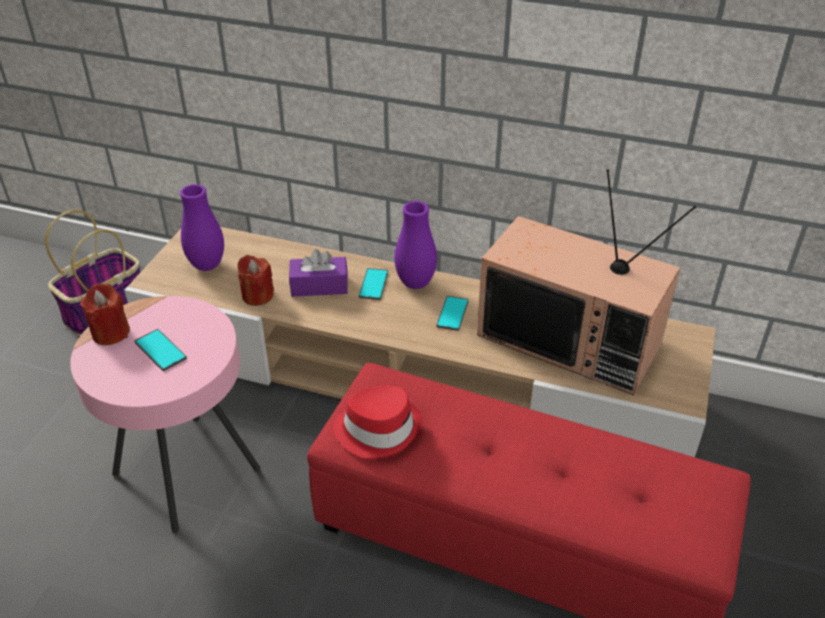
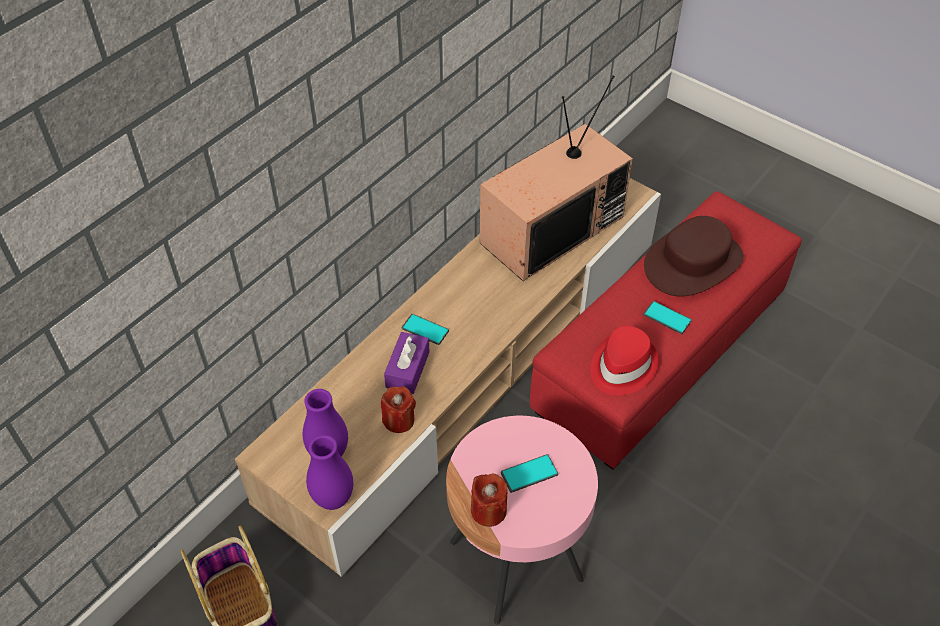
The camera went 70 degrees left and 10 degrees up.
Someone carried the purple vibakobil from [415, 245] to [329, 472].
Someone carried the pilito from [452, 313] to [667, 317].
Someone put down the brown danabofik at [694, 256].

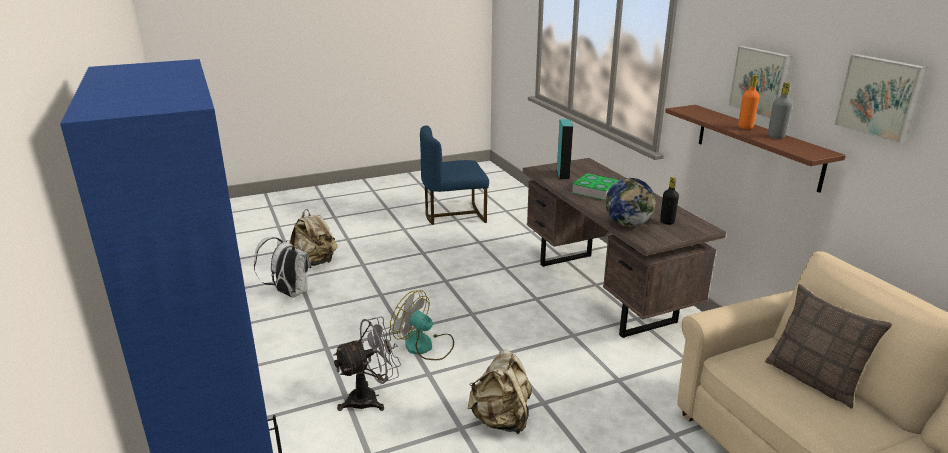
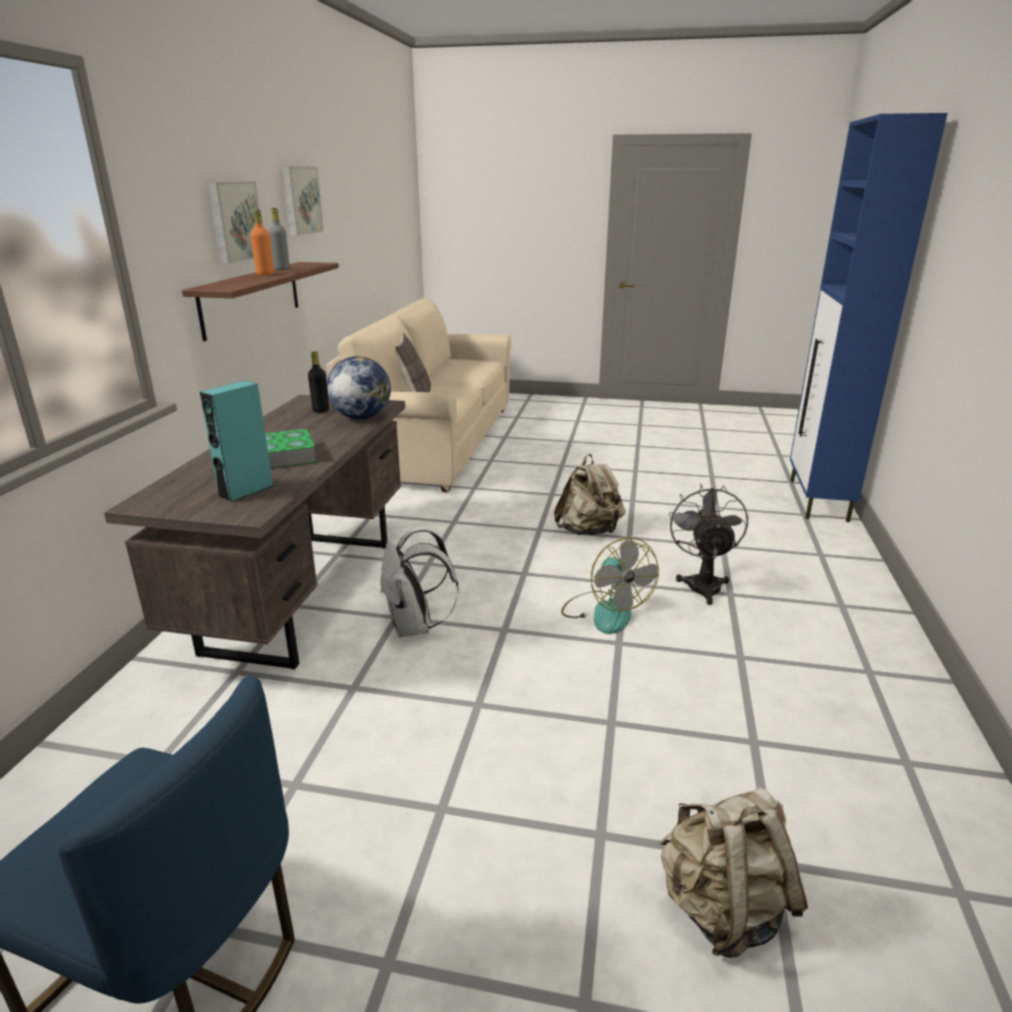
The camera went 145 degrees left and 0 degrees up.
Someone carried the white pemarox from [282, 267] to [419, 582].
Someone rotated the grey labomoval at [367, 363] by 90 degrees clockwise.

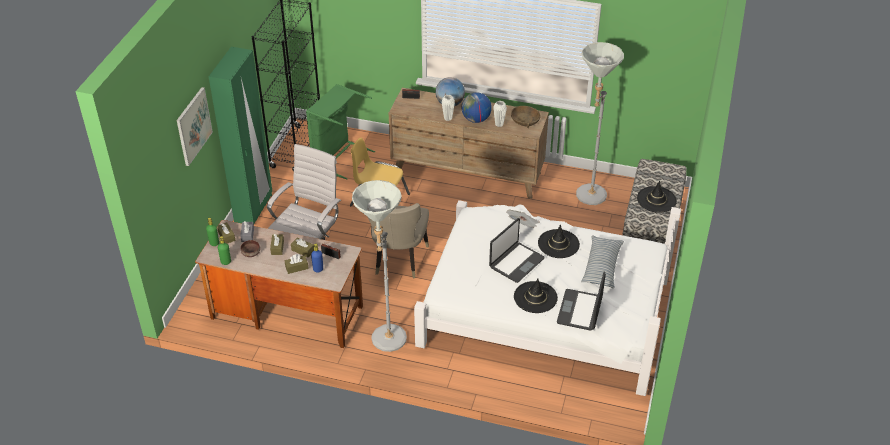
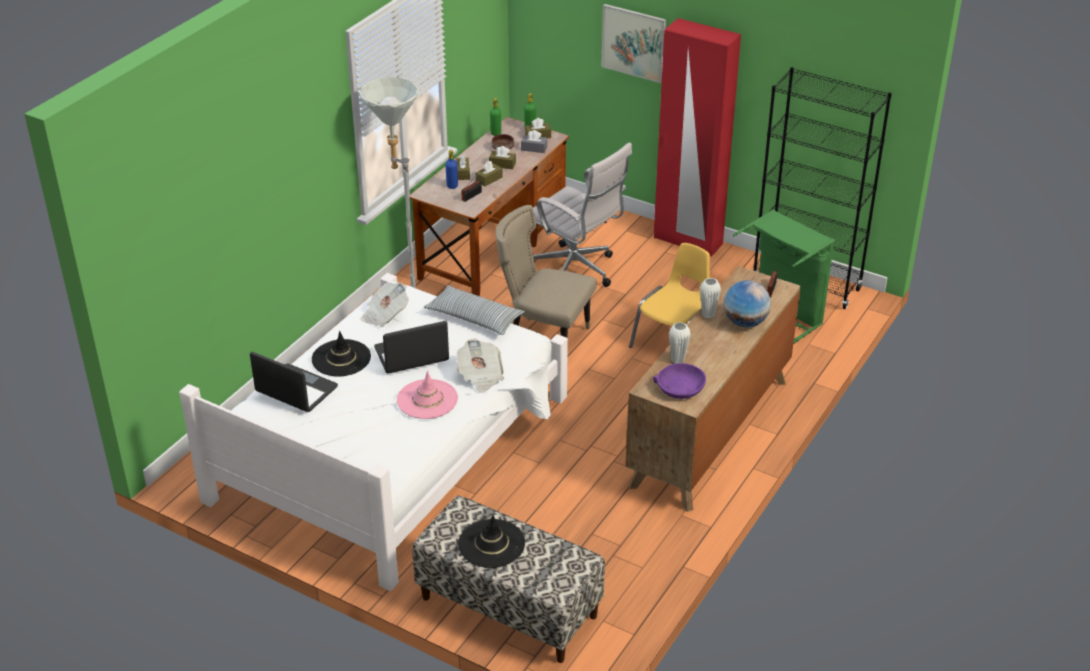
The camera went 105 degrees right and 5 degrees down.
Someone took away the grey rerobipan at [600, 123].
Someone repainted the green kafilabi at [240, 135], which became the red kafilabi at [697, 137].
Someone took away the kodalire at [477, 107].
Someone repainted the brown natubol at [526, 117], which became the purple natubol at [679, 381].
Someone rotated the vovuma at [517, 250] by 105 degrees clockwise.
Someone repainted the black danabofik at [559, 241], which became the pink danabofik at [427, 395].
Someone carried the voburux from [602, 261] to [474, 310].
Someone put down the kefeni at [385, 305].

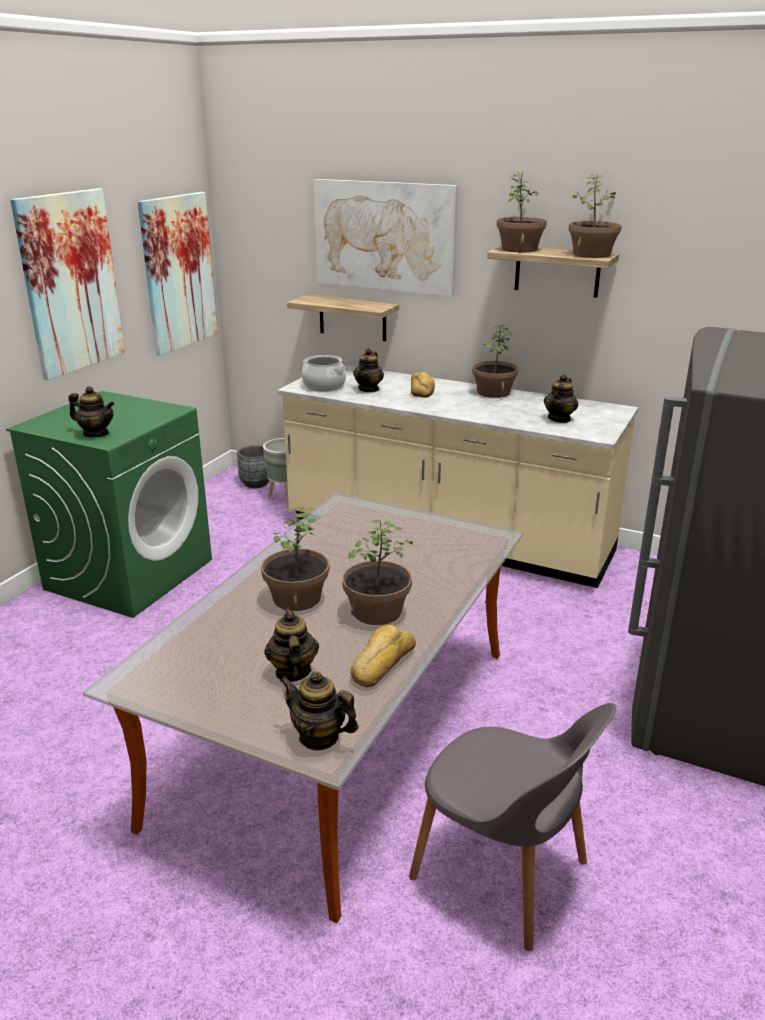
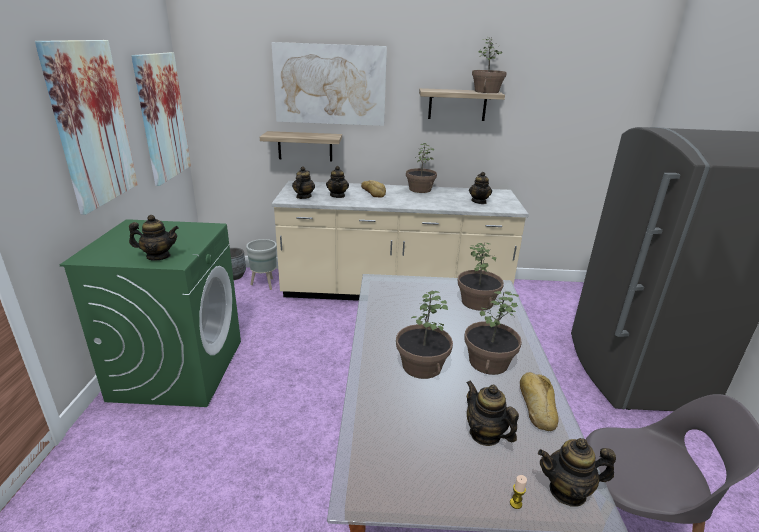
The camera went 25 degrees left and 0 degrees up.
Someone carried the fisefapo from [522, 212] to [481, 276].
Someone swapped the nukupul at [324, 373] for the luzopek at [303, 182].
Someone put down the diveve at [518, 492].

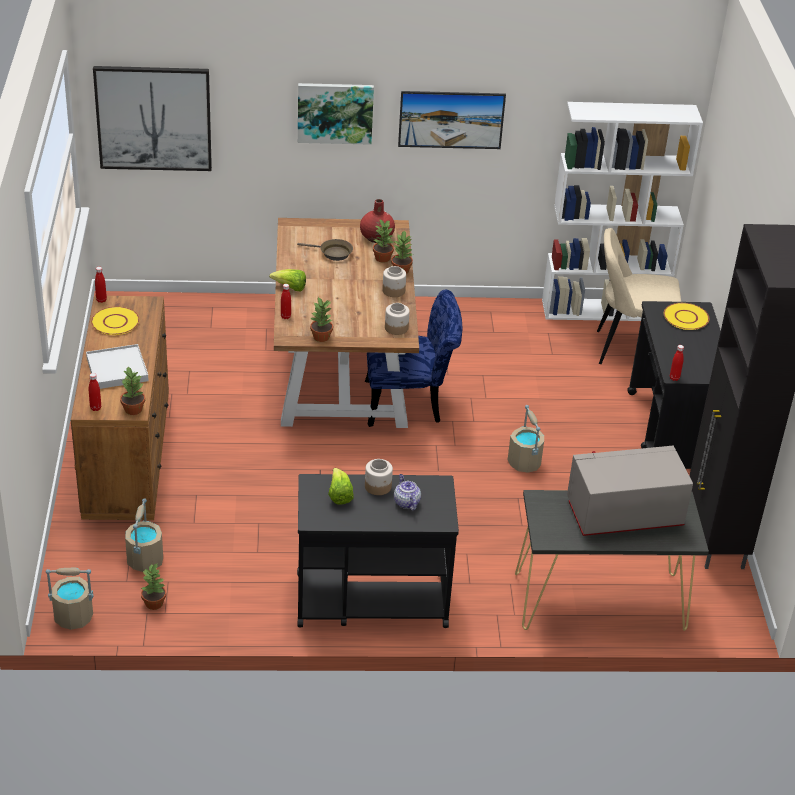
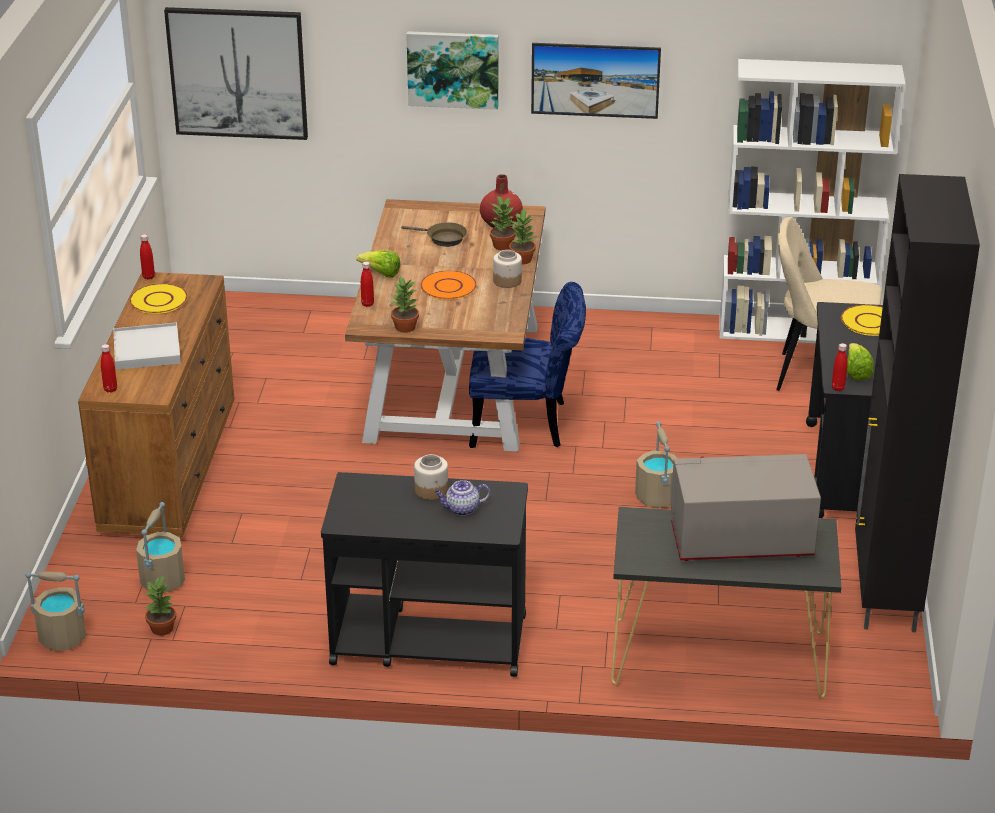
The camera went 10 degrees right and 5 degrees down.
Someone took away the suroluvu at [397, 319].
Someone took away the fisefapo at [132, 391].
Someone carried the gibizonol from [341, 486] to [860, 362].
Someone rotated the luzopek at [407, 492] by 90 degrees counterclockwise.
Someone put down the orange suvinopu at [449, 285].

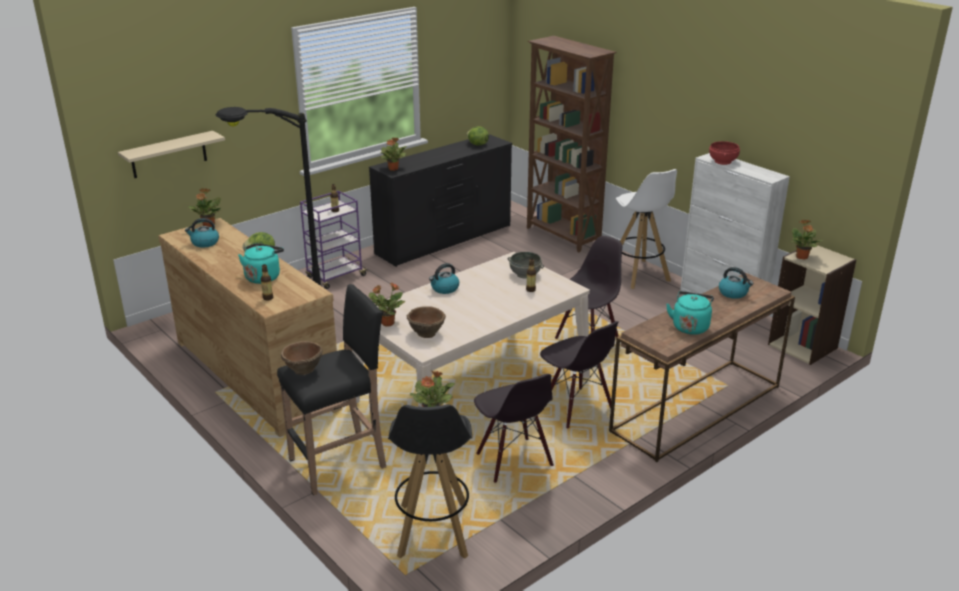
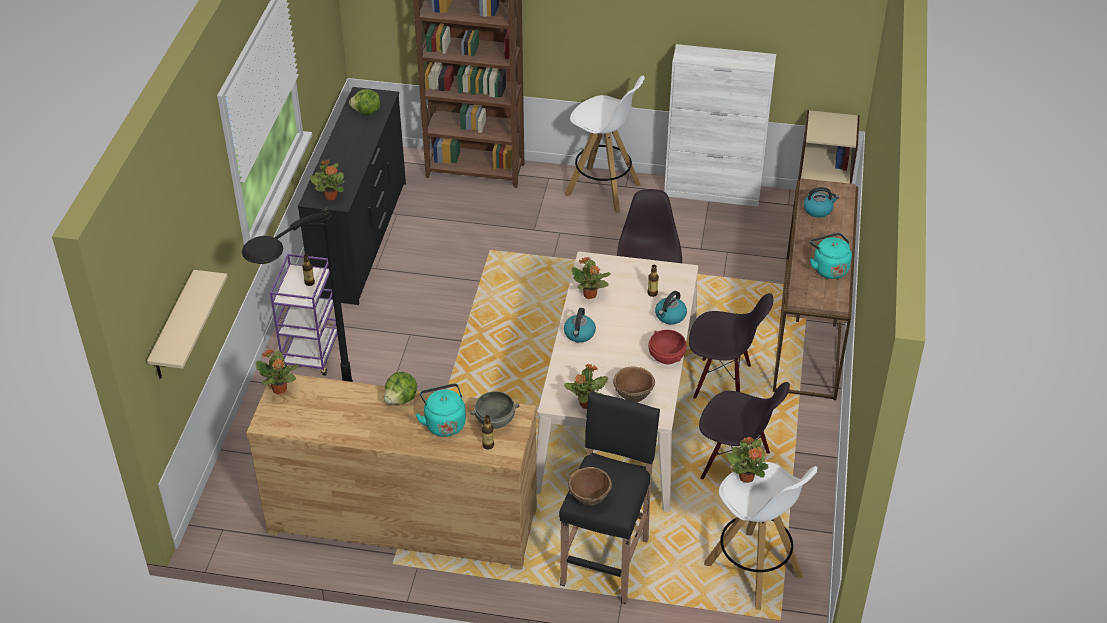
The camera went 40 degrees left and 15 degrees up.
Someone carried the red natubol from [724, 153] to [668, 347].
Someone carried the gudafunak from [202, 233] to [671, 307].
Someone carried the fisefapo from [806, 239] to [591, 278].
Someone carried the grey natubol from [526, 265] to [495, 410].
Someone repainted the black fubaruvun at [430, 481], which became the white fubaruvun at [760, 536].

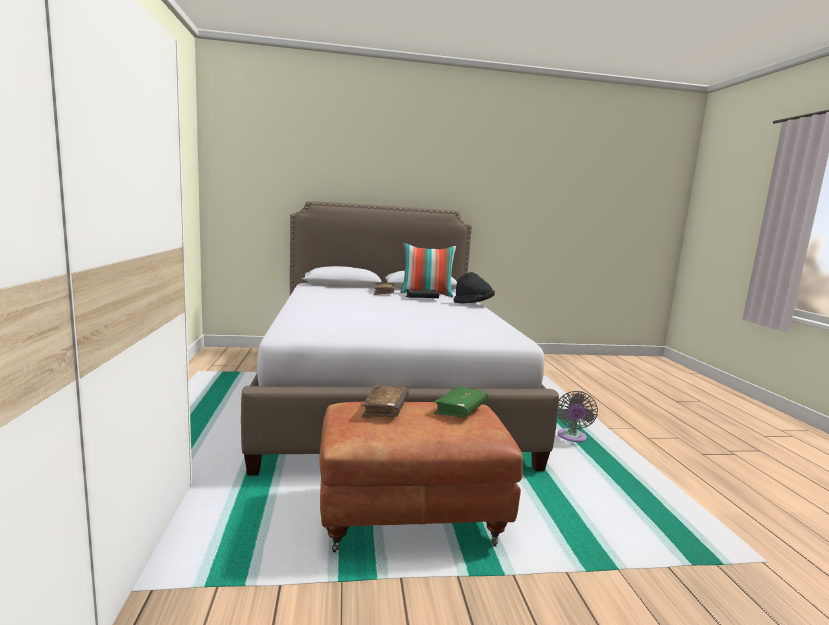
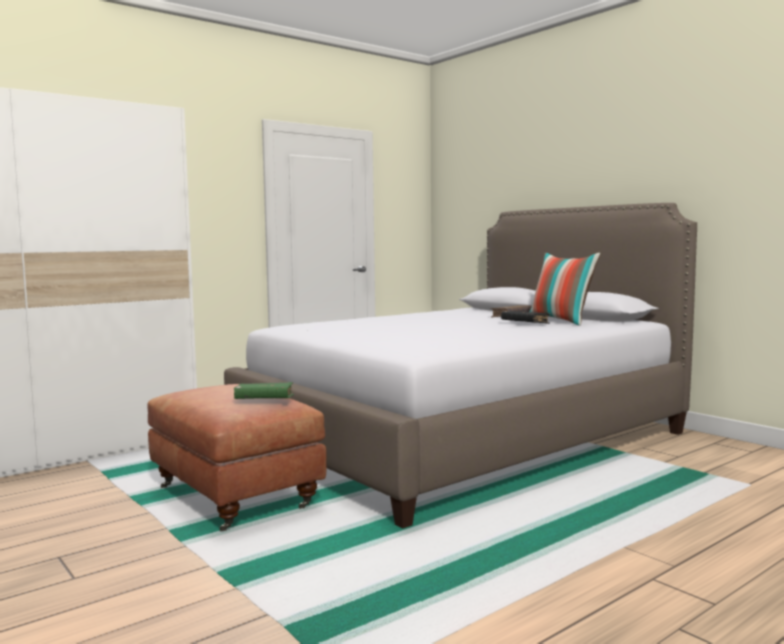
The camera went 60 degrees right and 5 degrees down.
Someone took away the black danabofik at [474, 287].
Someone took away the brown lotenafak at [385, 401].
Someone took away the grey labomoval at [577, 416].

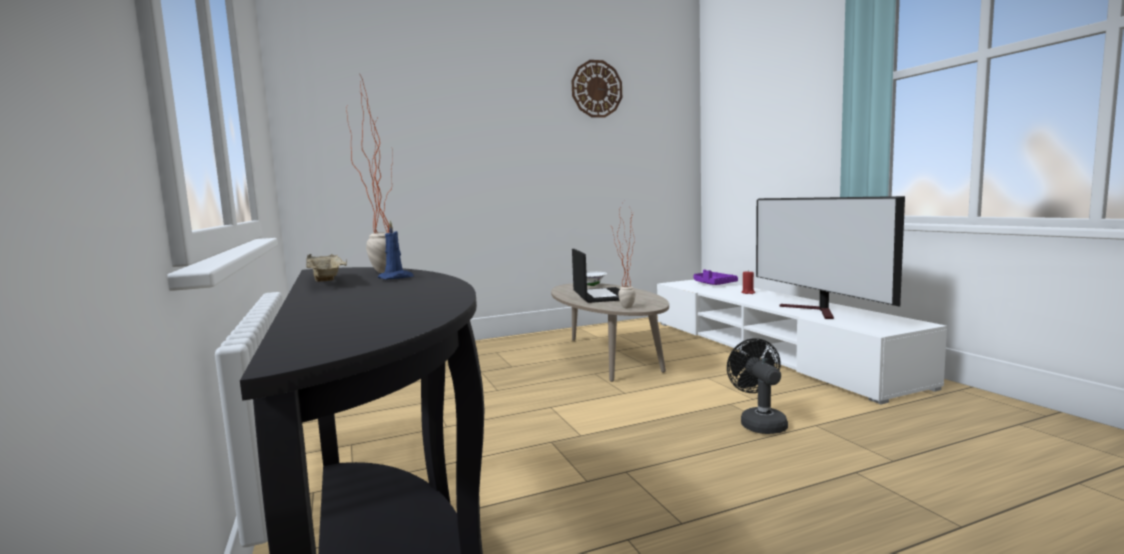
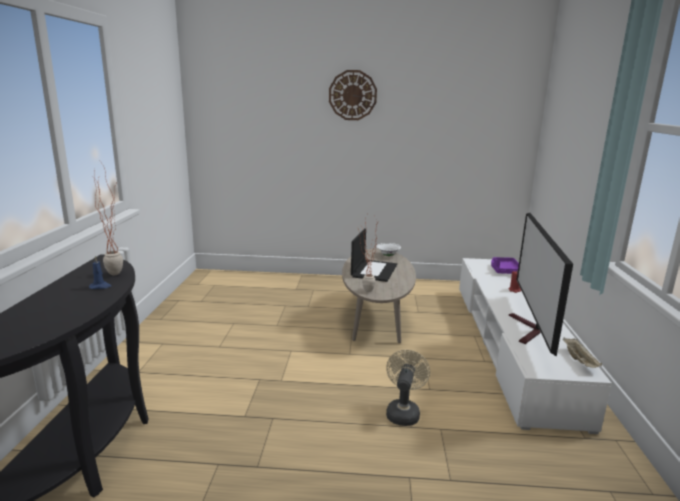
The camera went 25 degrees right and 10 degrees up.
Someone carried the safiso from [596, 89] to [353, 95].
Someone carried the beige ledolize from [326, 268] to [582, 352].
Someone repainted the black labomoval at [757, 386], which became the beige labomoval at [408, 388].

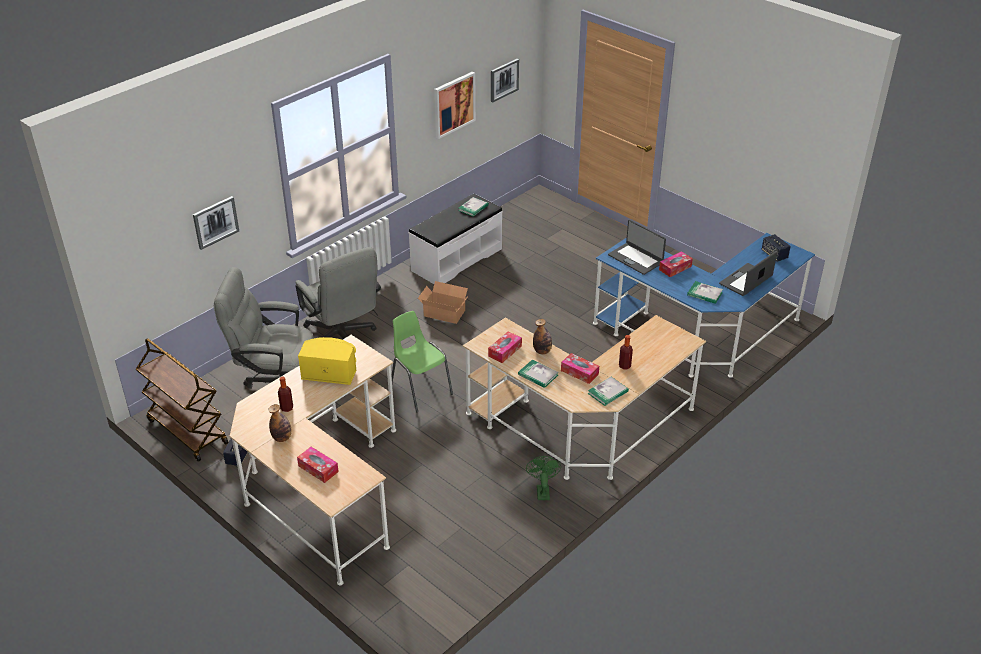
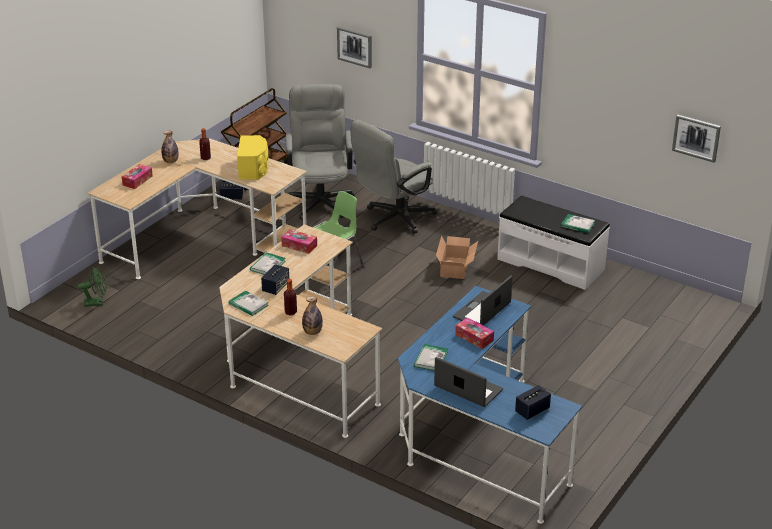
The camera went 80 degrees right and 5 degrees down.
Someone took away the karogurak at [455, 105].
Someone carried the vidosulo from [542, 336] to [312, 315].
Someone swapped the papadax at [580, 368] for the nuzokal at [275, 279].
Someone carried the green labomoval from [543, 478] to [92, 287].

